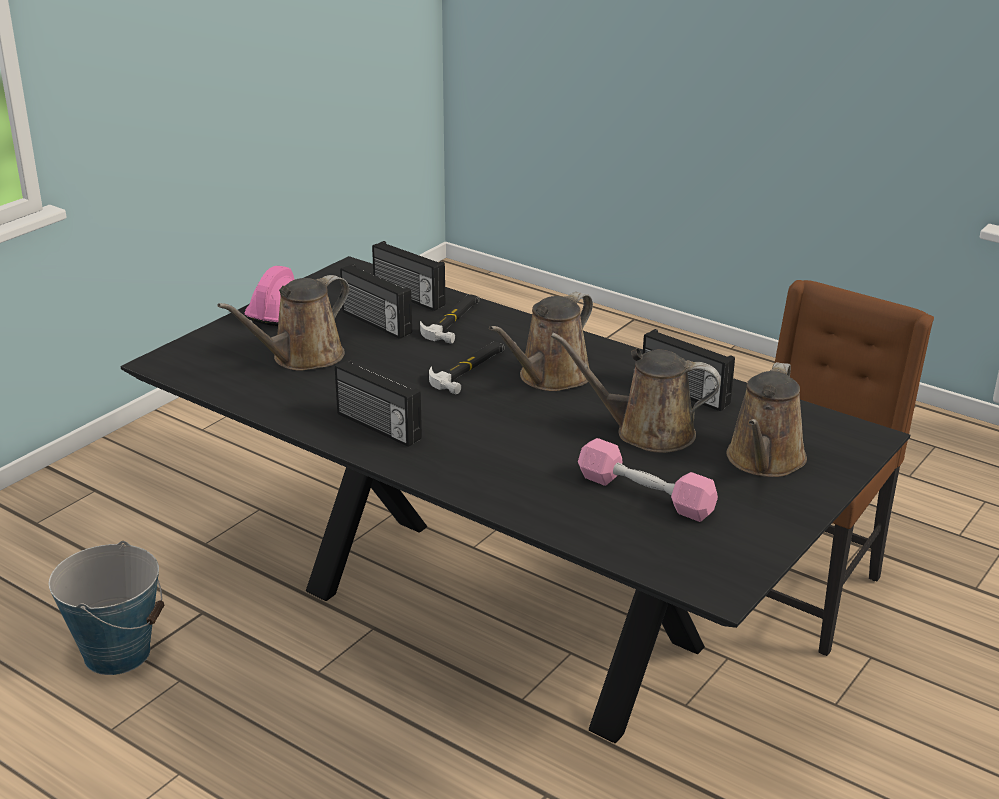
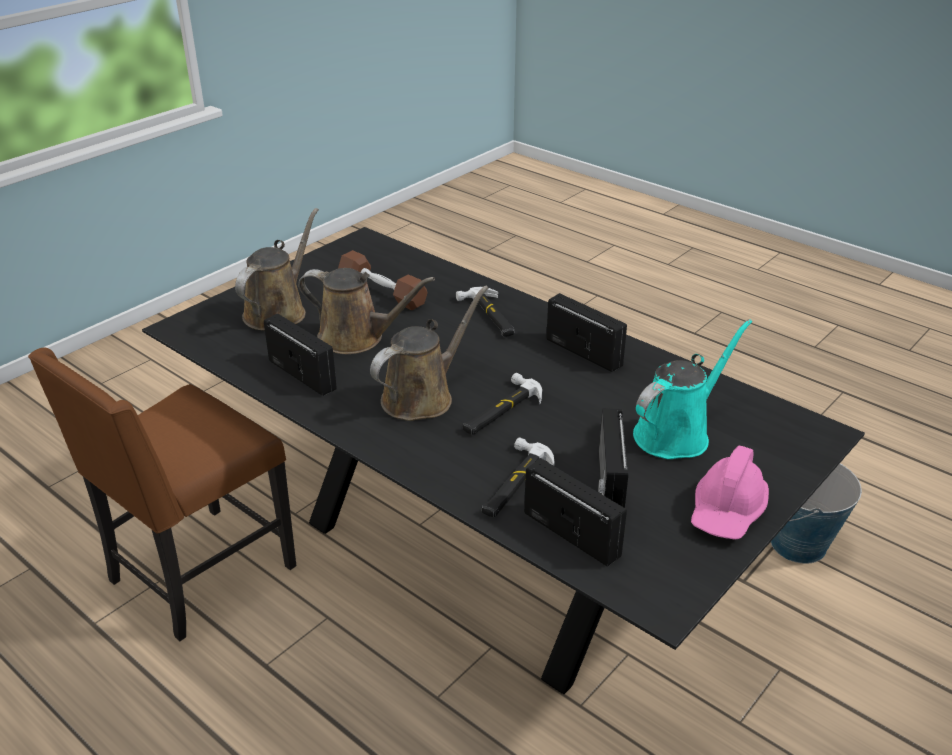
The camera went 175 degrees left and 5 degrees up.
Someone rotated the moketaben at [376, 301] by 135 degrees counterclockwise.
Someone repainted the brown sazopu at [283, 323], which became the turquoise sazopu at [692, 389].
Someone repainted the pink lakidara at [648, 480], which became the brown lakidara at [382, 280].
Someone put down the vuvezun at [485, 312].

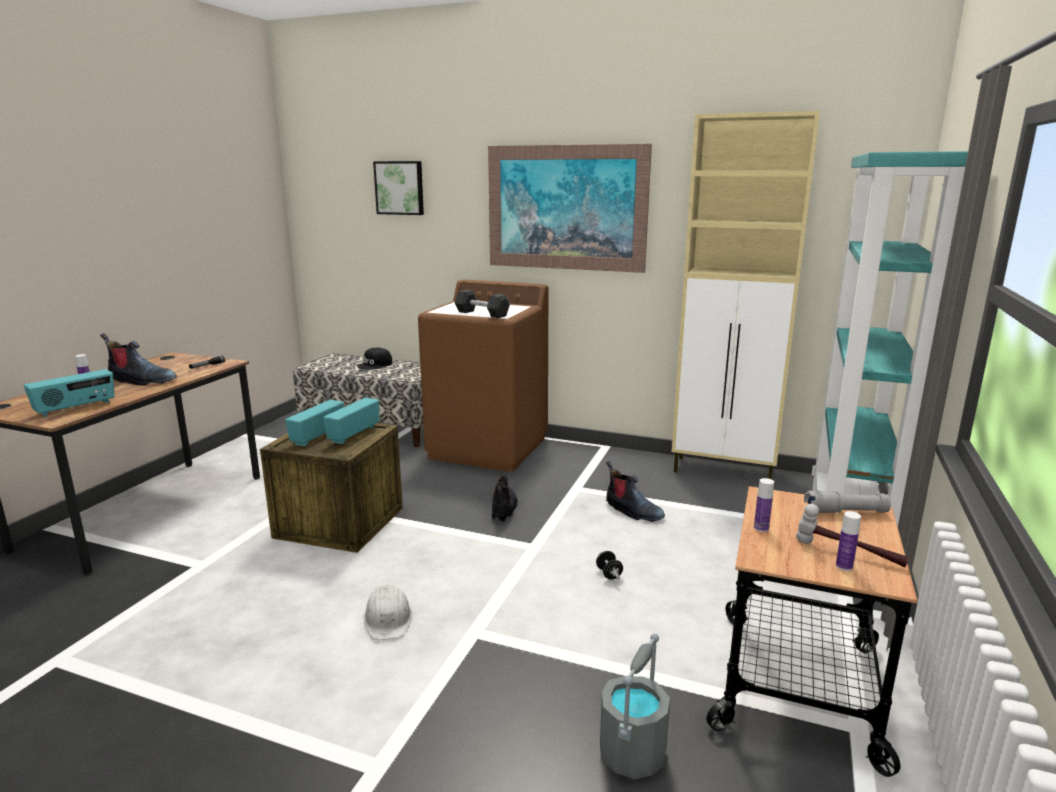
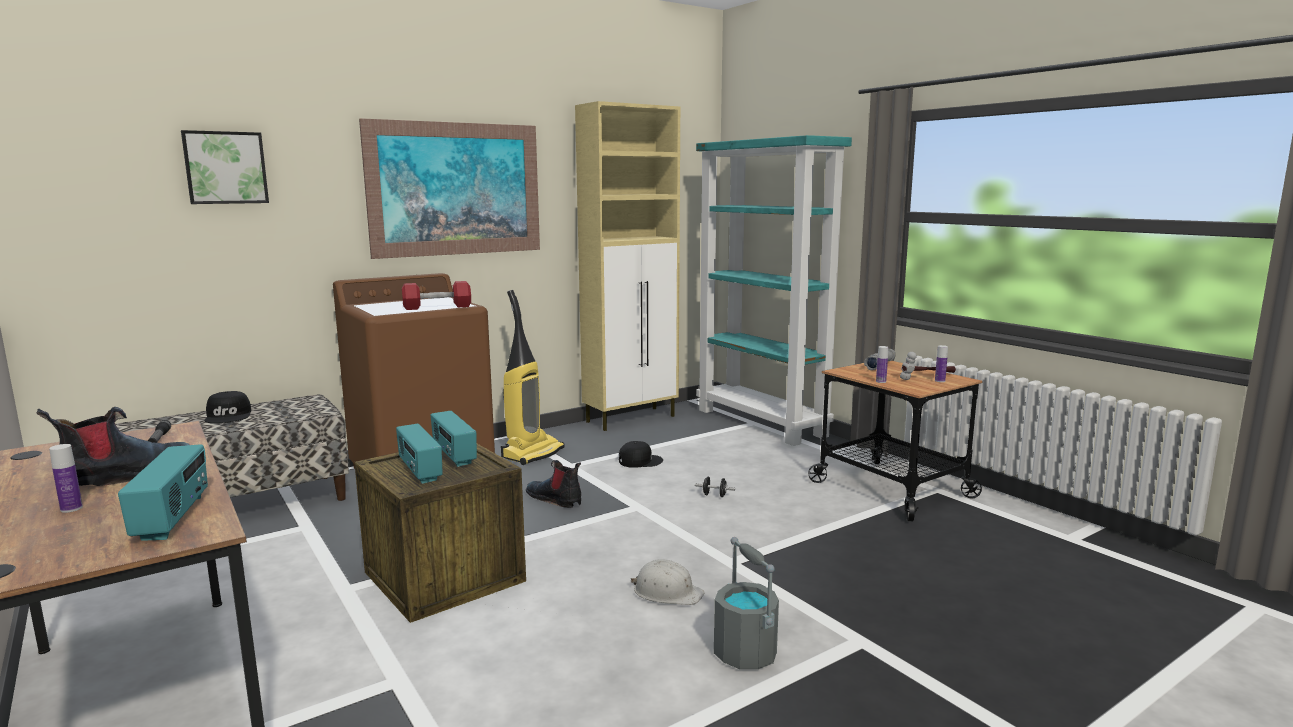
The camera went 55 degrees left and 5 degrees down.
Someone repainted the black lakidara at [482, 304], which became the red lakidara at [436, 295].
Someone swapped the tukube at [635, 491] for the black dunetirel at [641, 454].
Someone carried the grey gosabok from [635, 707] to [746, 603].
Someone put down the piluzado at [533, 377].

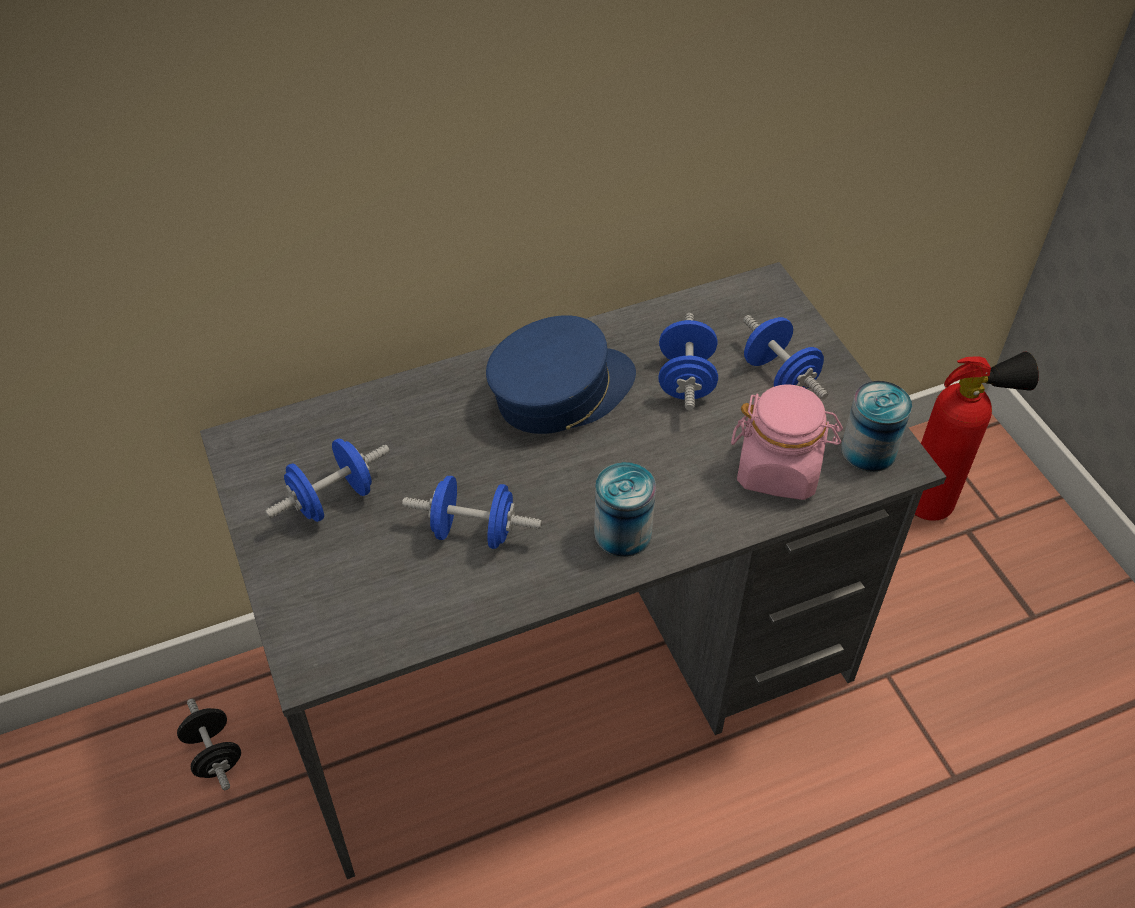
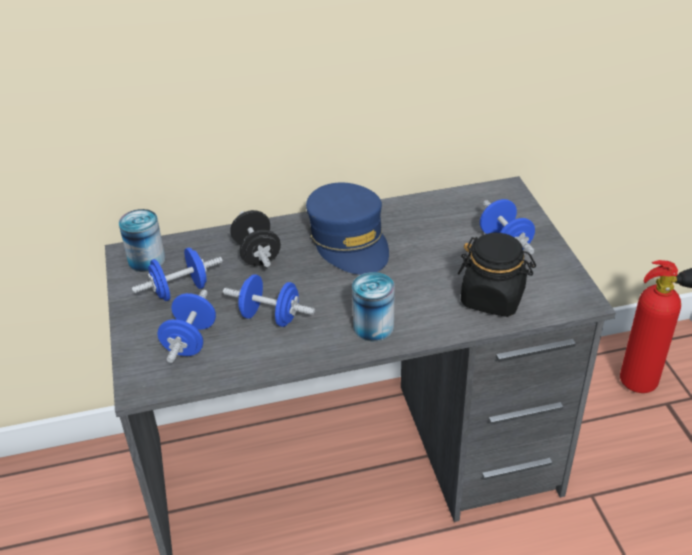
The camera went 10 degrees right and 10 degrees down.
Someone carried the blue lakidara from [688, 361] to [186, 326].
Someone rotated the blue dunetirel at [561, 374] by 90 degrees clockwise.
Someone carried the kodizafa from [876, 426] to [142, 240].
Someone repainted the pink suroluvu at [787, 442], which became the black suroluvu at [497, 275].
Someone carried the black lakidara from [209, 744] to [255, 238].

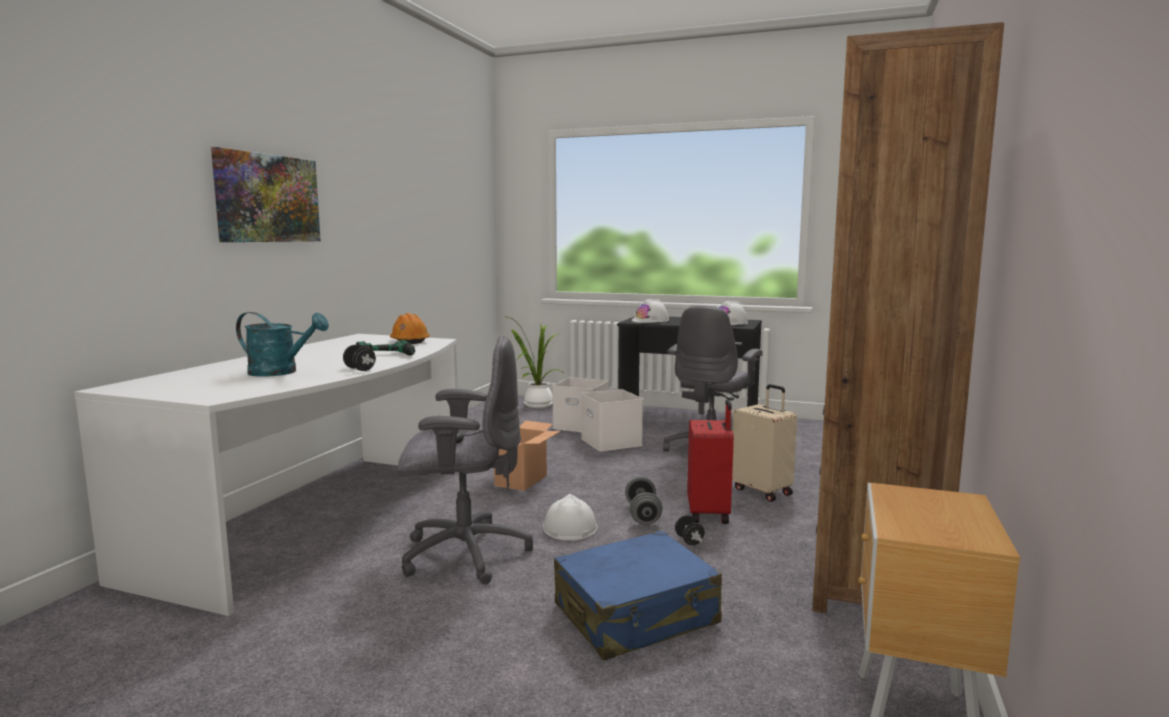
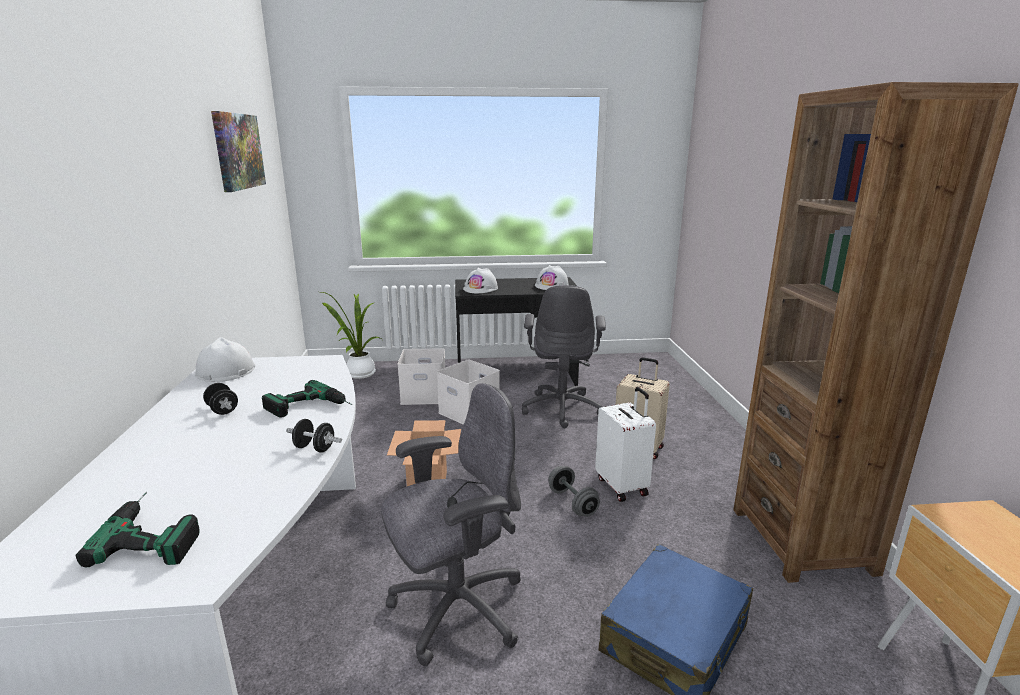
The camera went 25 degrees left and 10 degrees up.
Someone carried the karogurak from [266, 194] to [238, 151].
Someone took away the turquoise sazopu at [282, 344].
Someone took away the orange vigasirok at [410, 328].
Someone repainted the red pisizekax at [710, 461], which became the white pisizekax at [625, 444].
Someone carried the white vigasirok from [570, 517] to [225, 359].
Someone carried the black lakidara from [690, 530] to [220, 399].
Someone put down the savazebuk at [138, 529].

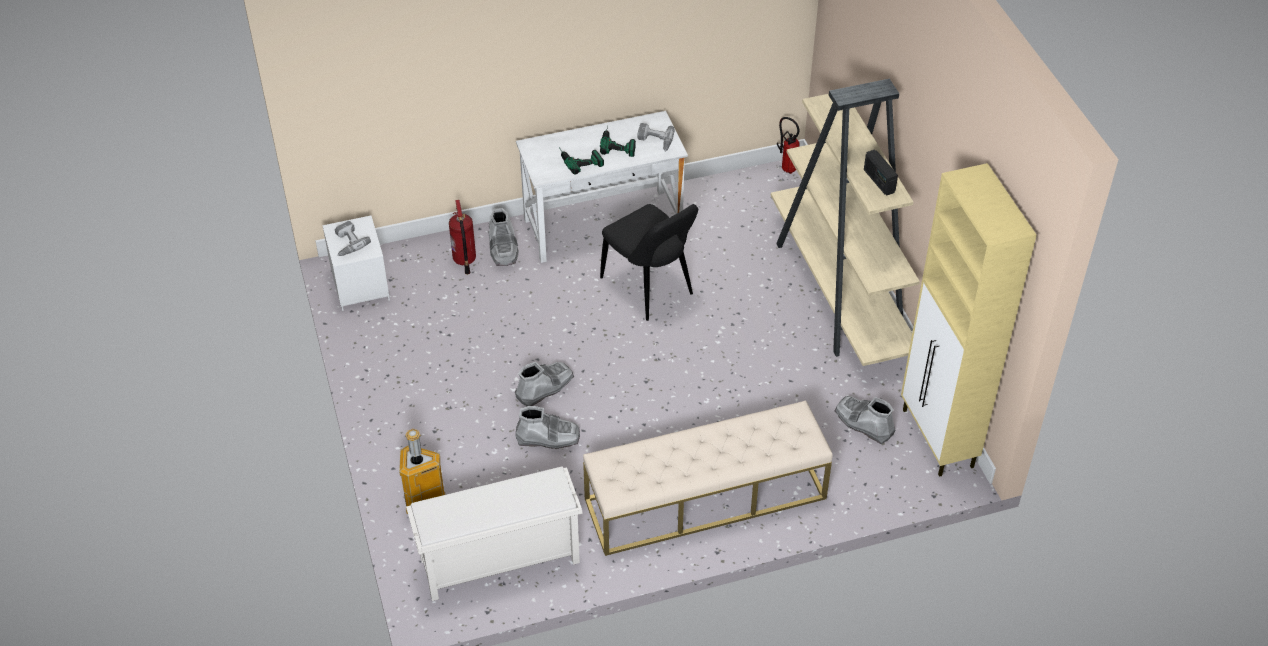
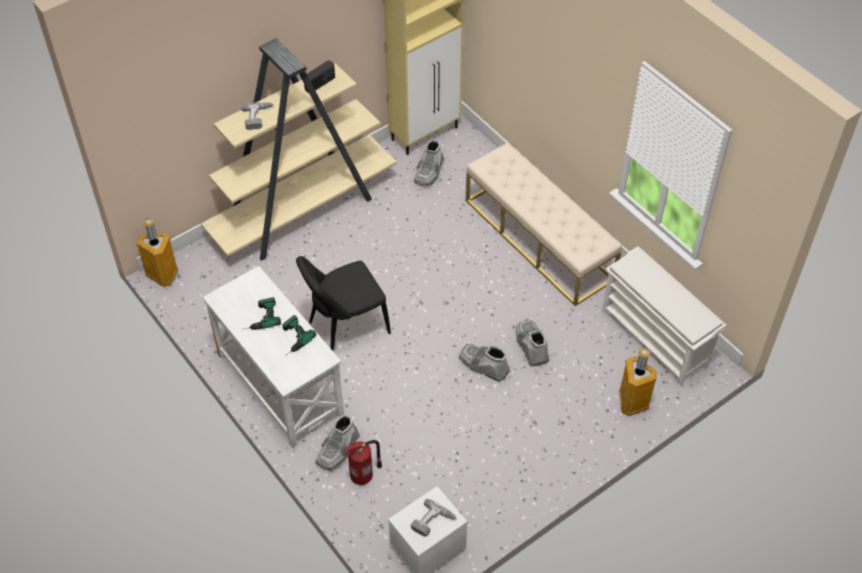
The camera went 110 degrees left and 5 degrees up.
Someone swapped the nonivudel at [788, 145] for the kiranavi at [157, 252].
Someone carried the savazebuk from [656, 137] to [257, 116].
Someone rotated the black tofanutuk at [649, 262] by 150 degrees counterclockwise.
Someone rotated the grey tukube at [503, 237] by 150 degrees clockwise.

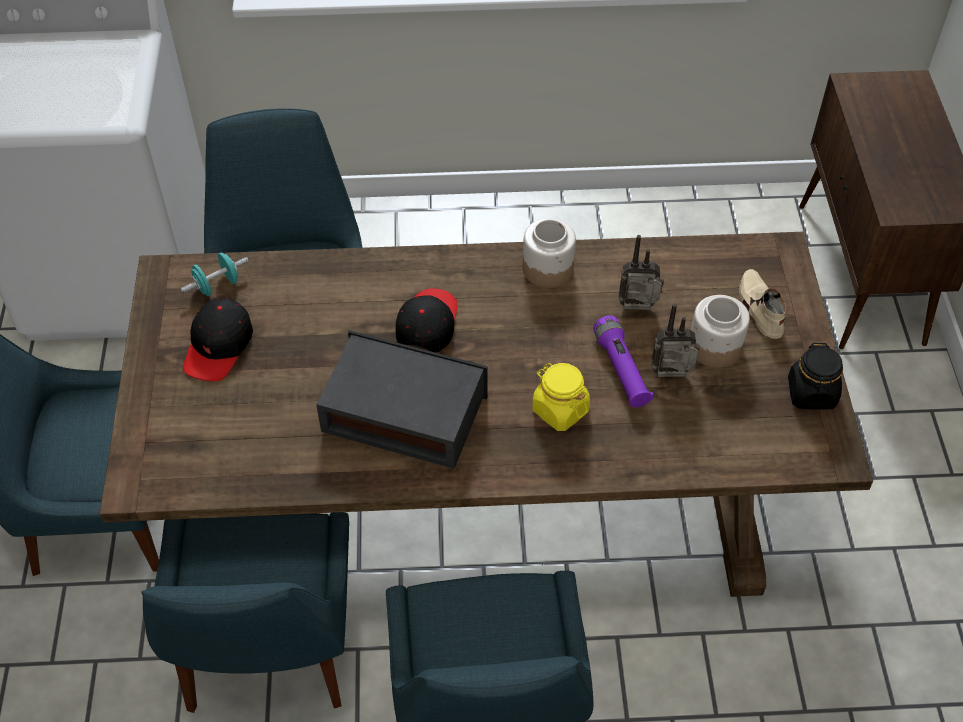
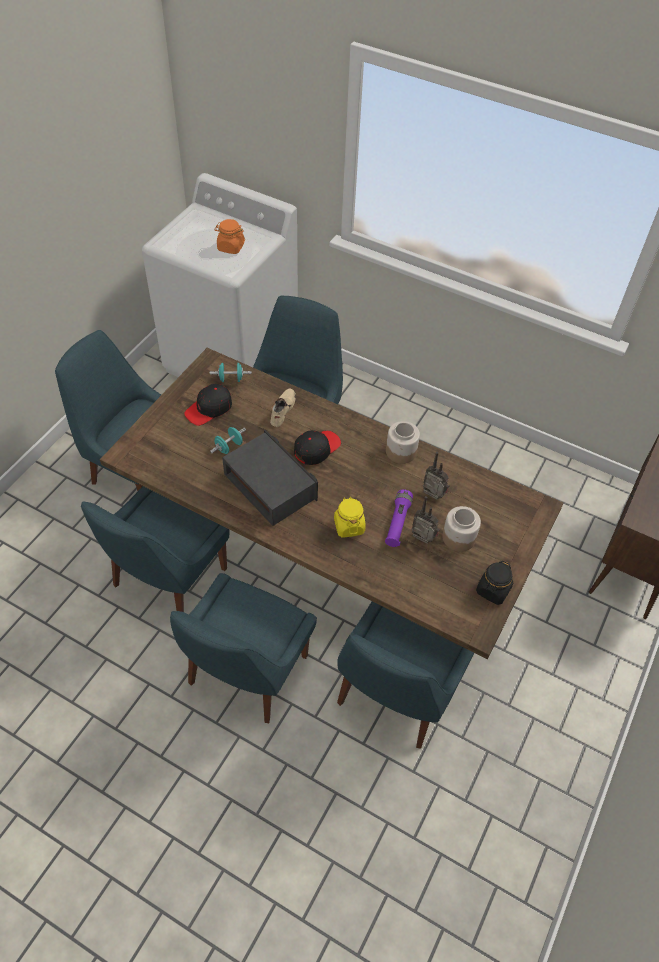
The camera went 30 degrees right and 0 degrees up.
Someone carried the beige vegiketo from [762, 304] to [283, 408].
Someone put down the orange suroluvu at [229, 236].
Someone put down the turquoise lakidara at [228, 440].
Someone put down the blue tofanutuk at [405, 675].

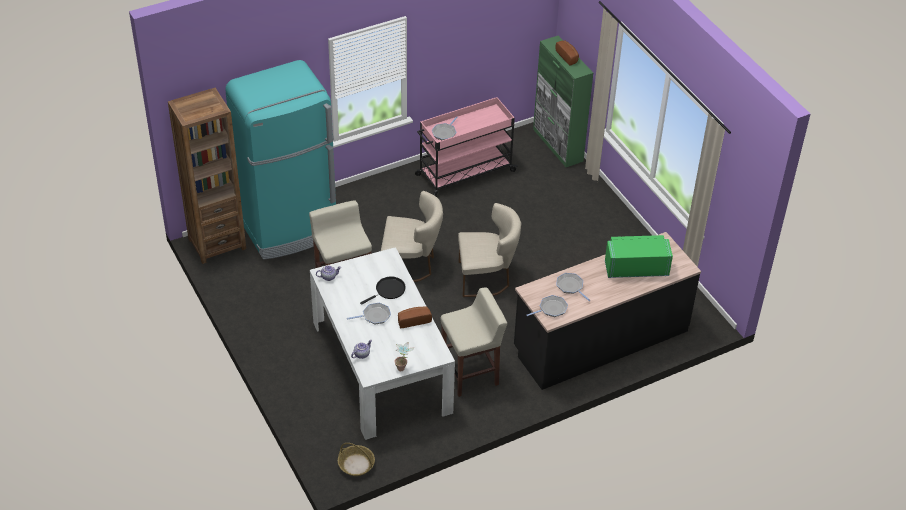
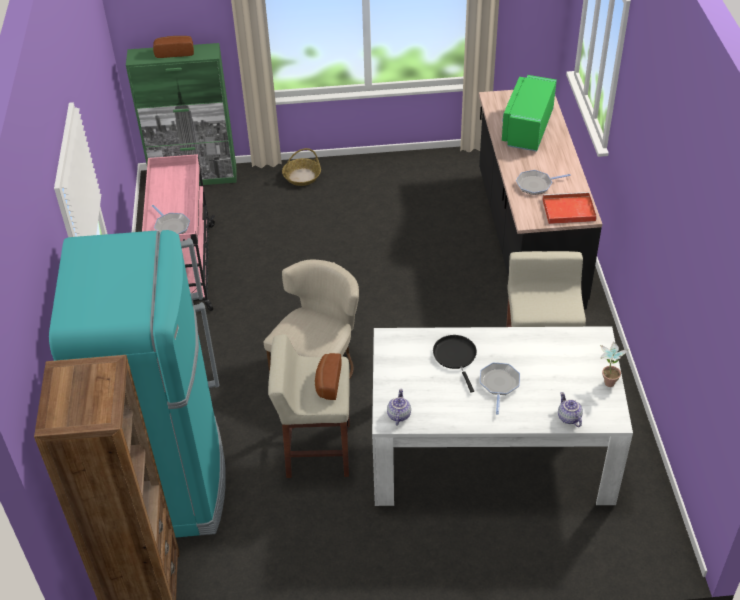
The camera went 65 degrees left and 0 degrees up.
Someone took away the beige tofanutuk at [489, 250].
Someone swapped the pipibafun at [547, 306] for the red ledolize at [569, 208].
Someone carried the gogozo from [415, 317] to [328, 376].
Someone carried the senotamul from [356, 459] to [301, 167].

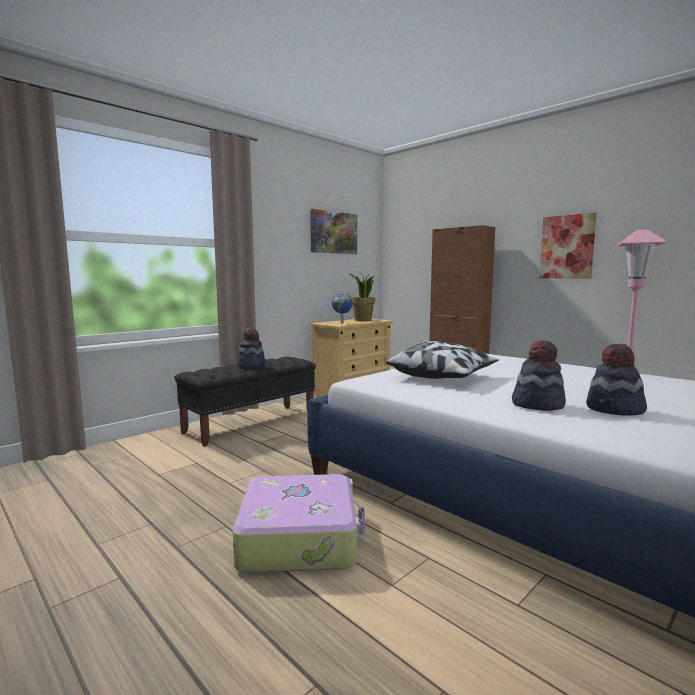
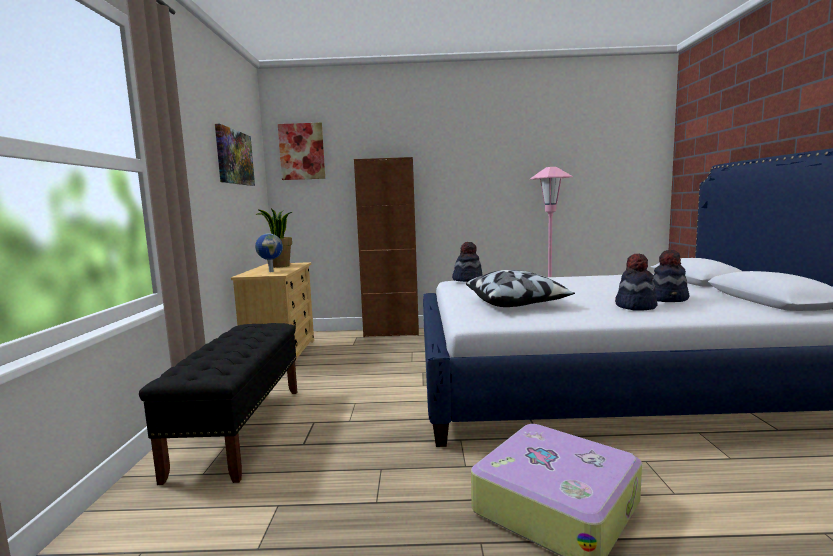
The camera went 45 degrees left and 0 degrees up.
Someone carried the karogurak from [568, 245] to [301, 151].
Someone carried the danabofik from [251, 348] to [467, 262].

